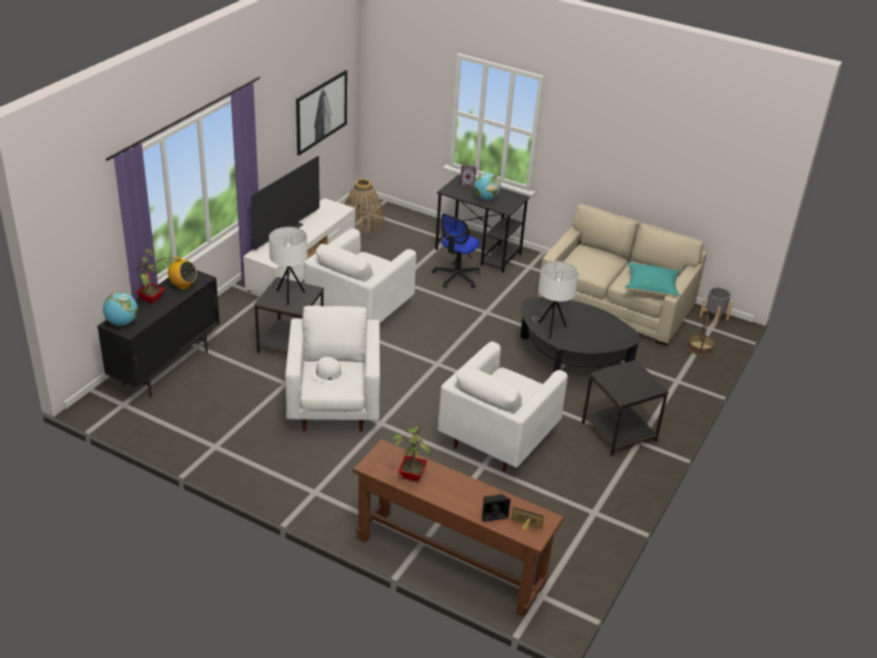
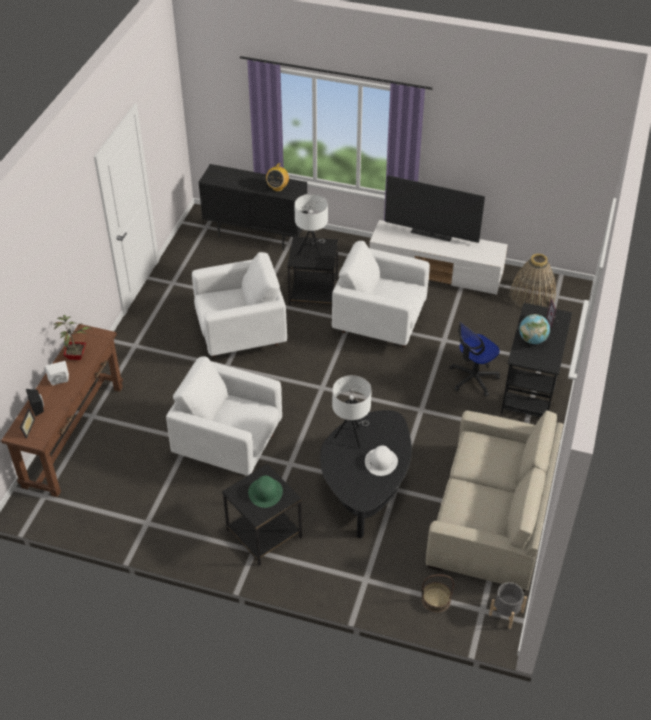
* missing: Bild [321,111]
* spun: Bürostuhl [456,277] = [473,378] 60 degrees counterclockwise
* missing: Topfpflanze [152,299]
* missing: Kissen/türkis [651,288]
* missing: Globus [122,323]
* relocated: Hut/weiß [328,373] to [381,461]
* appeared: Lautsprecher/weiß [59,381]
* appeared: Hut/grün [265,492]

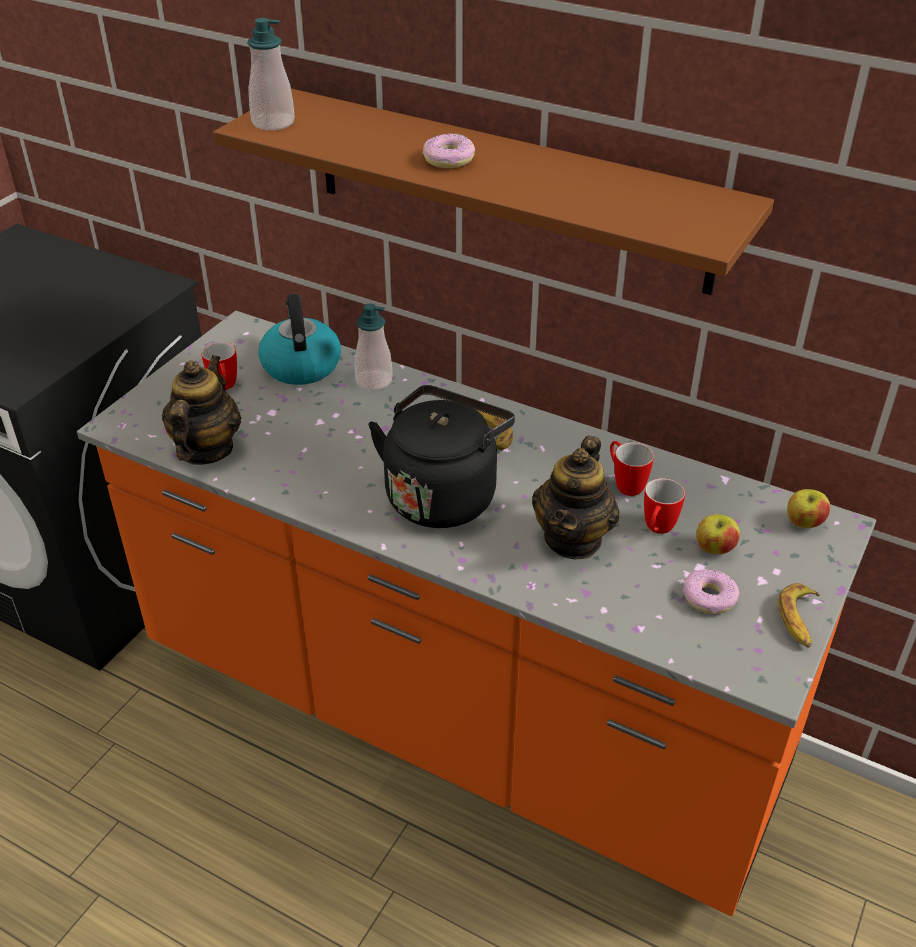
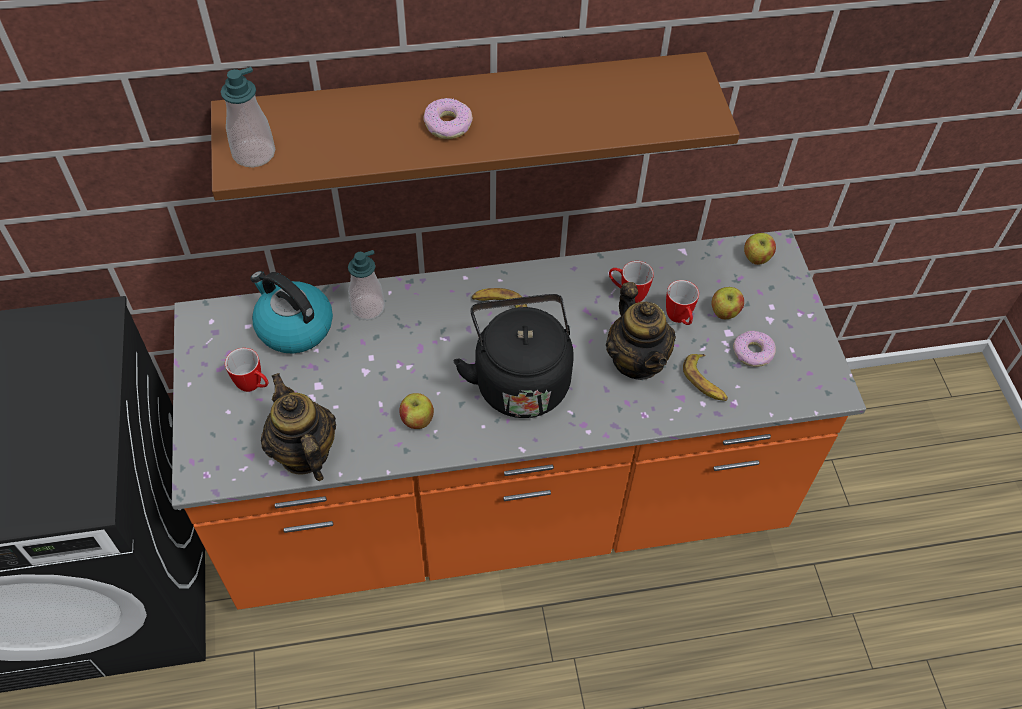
* relocated: Banane [799,620] to [705,382]
* appeared: Apfel [417,420]

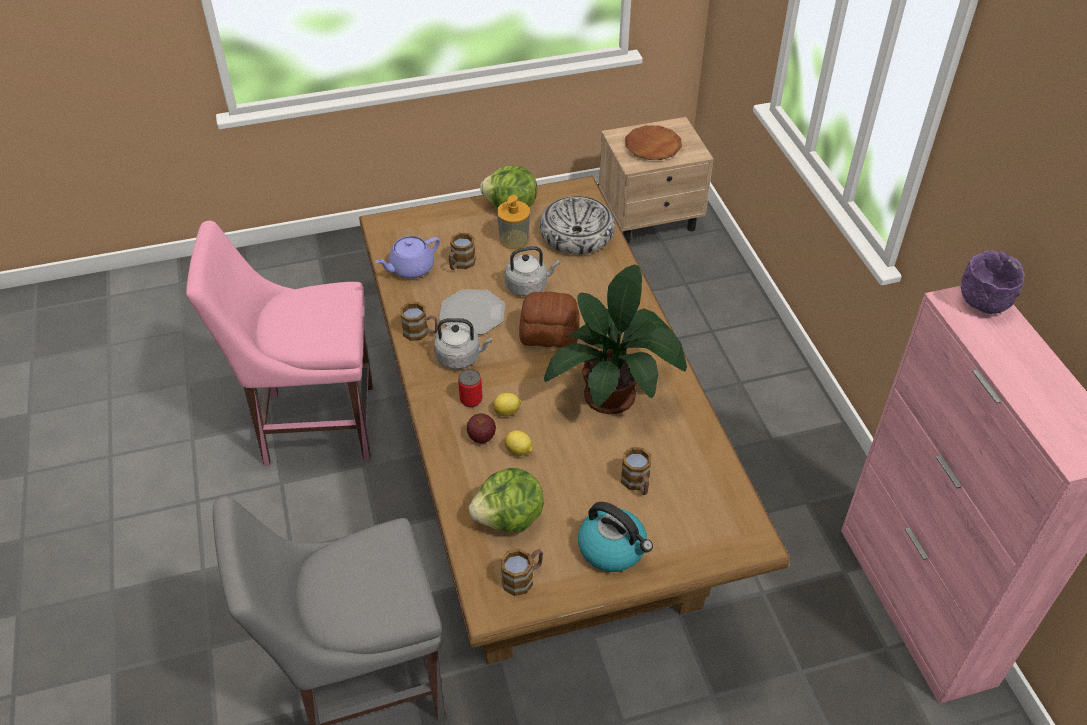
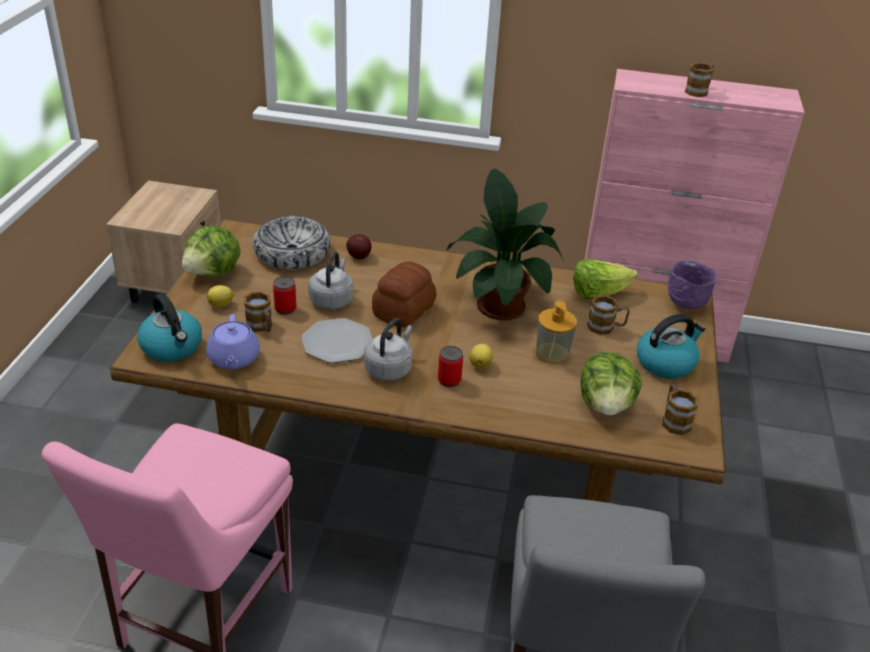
* missing: Teller/braun [652,146]
* relocated: Seifenspender [514,239] to [552,353]
* relocated: Schüssel/lila [982,303] to [685,304]
* relocated: Henkelbecher [421,333] to [699,91]
* relocated: Apfel [481,437] to [359,256]
* relocated: Zitrone [519,451] to [221,305]
* appeared: Salatkopf [598,293]
* appeared: Dose [285,309]
* appeared: Wasserkessel [172,347]

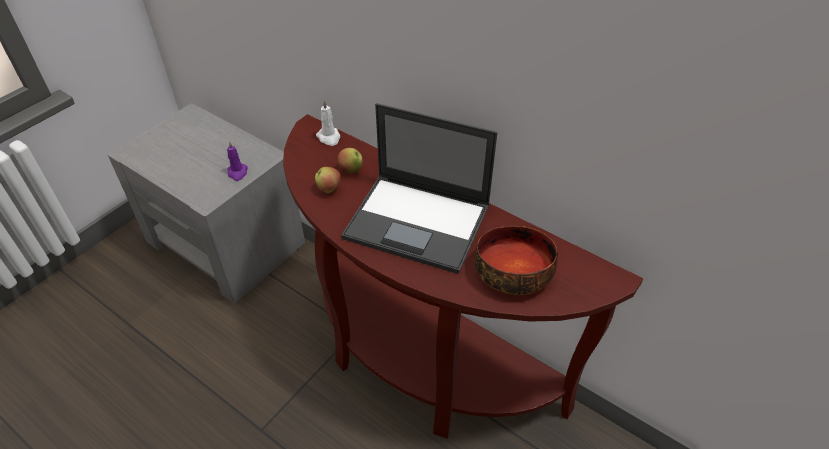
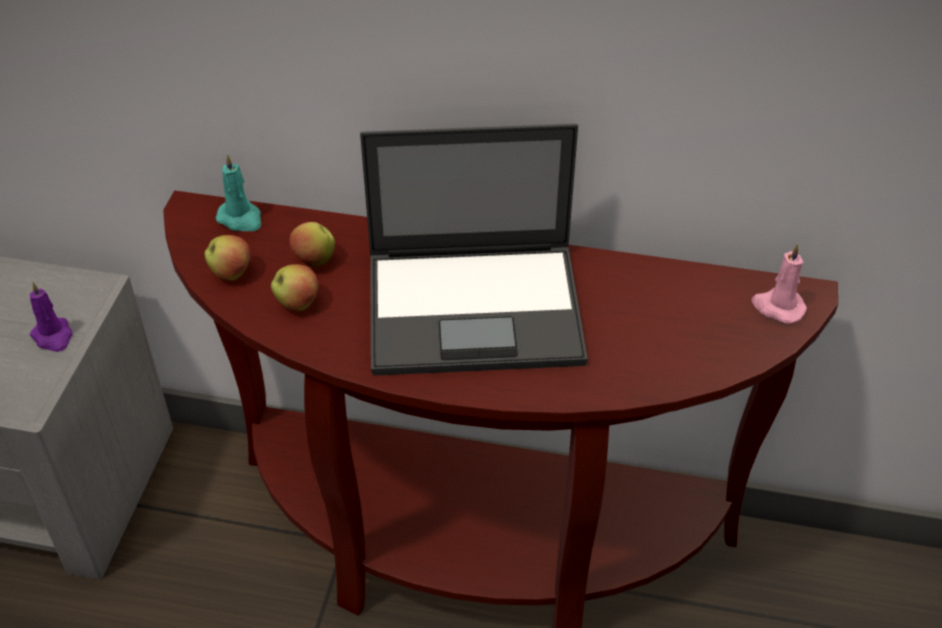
* colour: Kerze/weiß [329,137] to Kerze/türkis [241,219]
* missing: Schüssel [514,271]
* appeared: Apfel [231,273]
* appeared: Kerze/rosa [777,307]

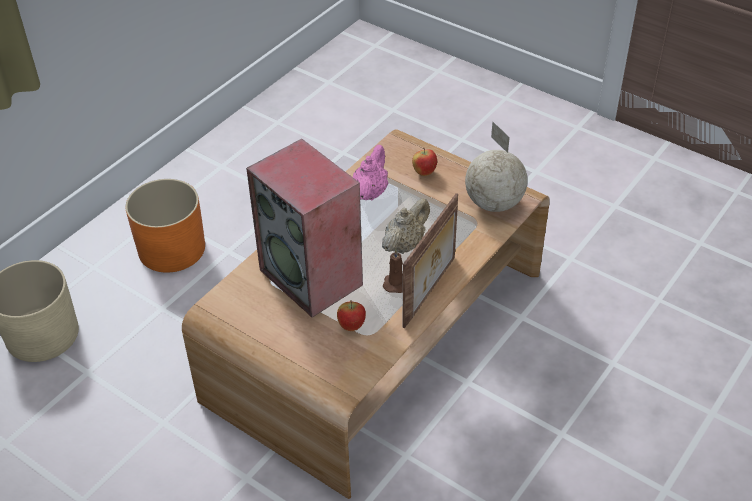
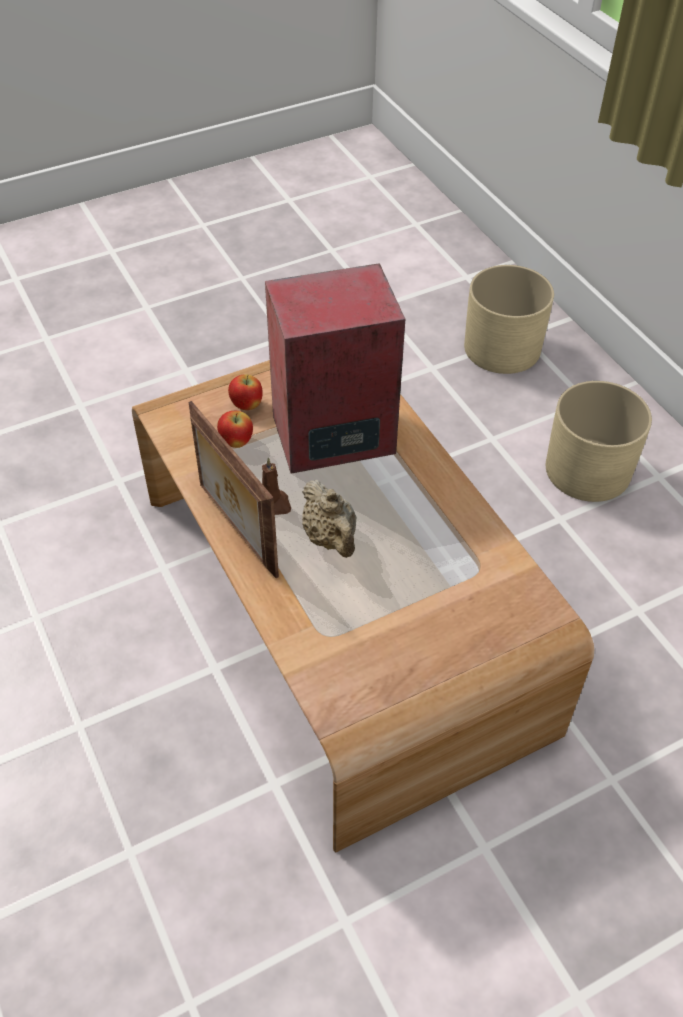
* missing: Globus [494,203]
* missing: Teekanne/rosa [370,192]
* relocated: Apfel [424,172] to [246,405]
* colour: Pflanzkübel/orange [172,248] to Pflanzkübel/beige [588,470]

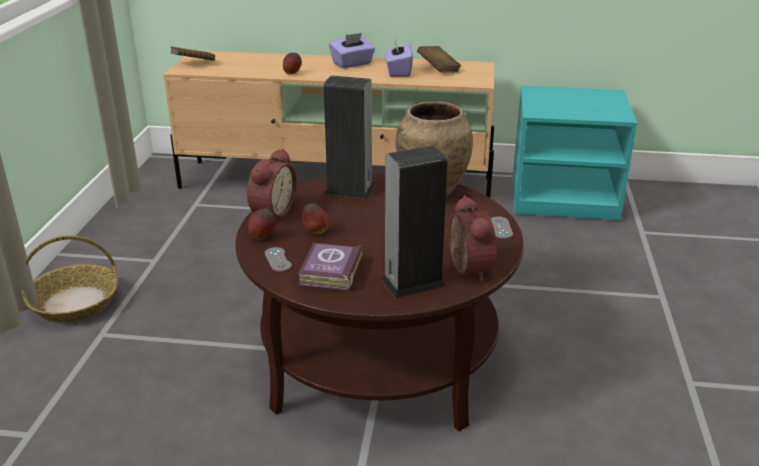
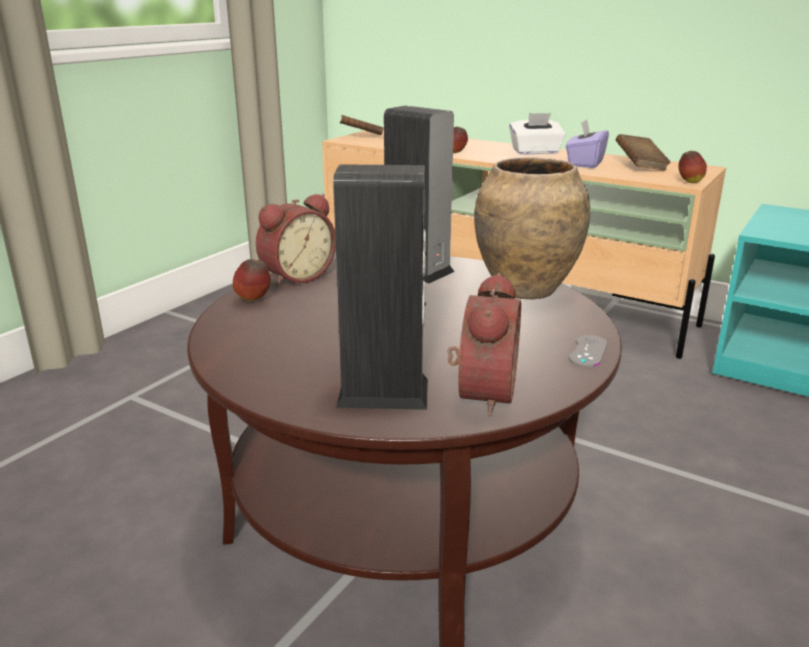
* colour: Taschentuchbox/lila [352,64] to Taschentuchbox/weiß [535,152]
* relocated: Apfel [315,232] to [689,182]
* missing: Korb [75,303]
* missing: Buch [329,273]
* missing: Gamepad/grau [278,259]

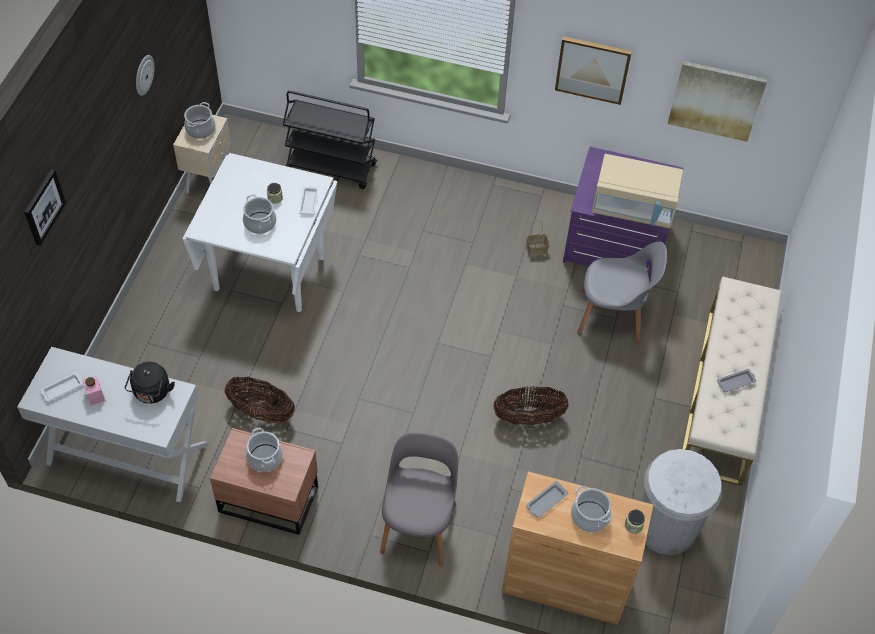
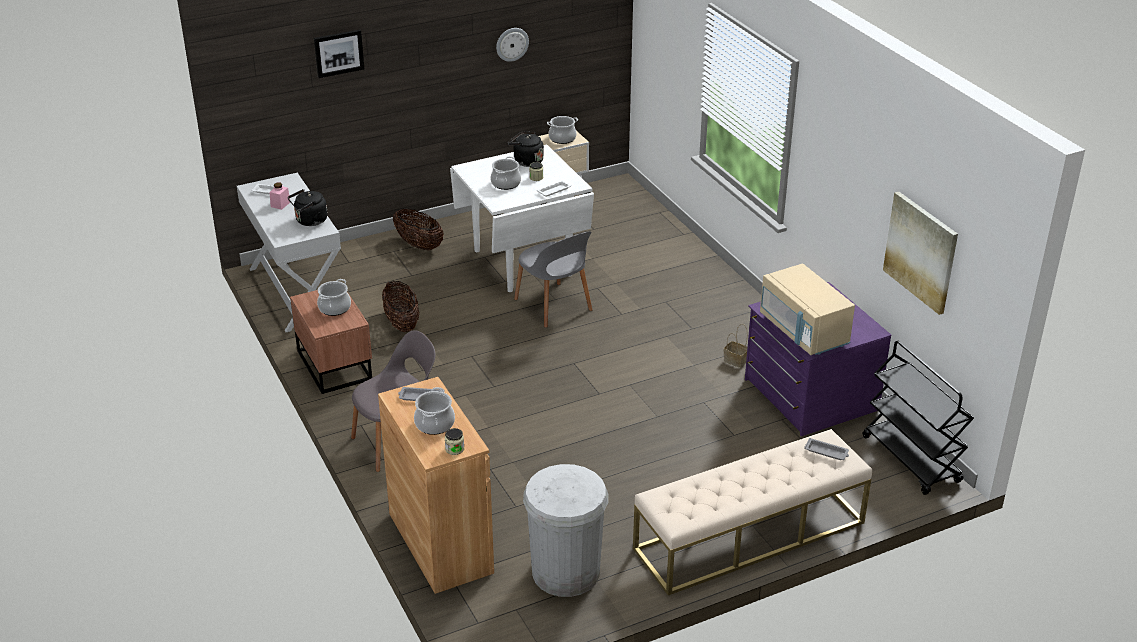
* missing: Bild [592,69]
* relocated: Rollwagen/schwarz [331,167] to [912,460]
* relocated: Stuhl/grau [613,316] to [554,306]
* relocated: Tablett/grau [736,382] to [827,452]
* relocated: Korb [528,417] to [419,245]
* appeared: Wasserkessel/schwarz [526,161]

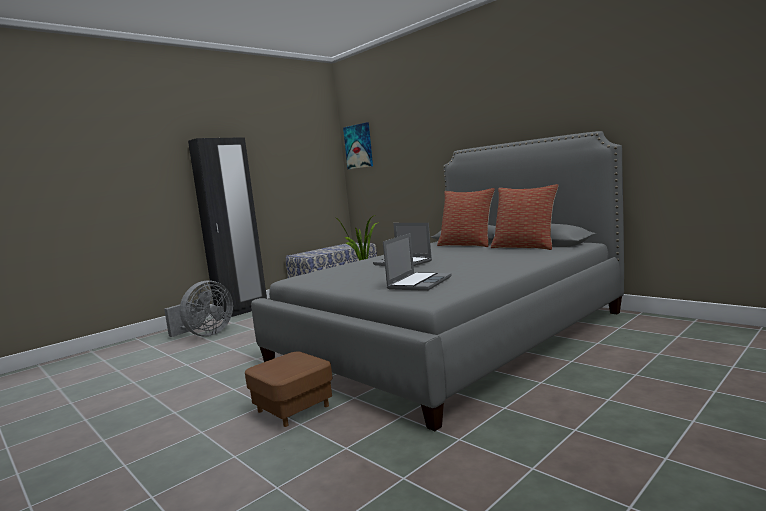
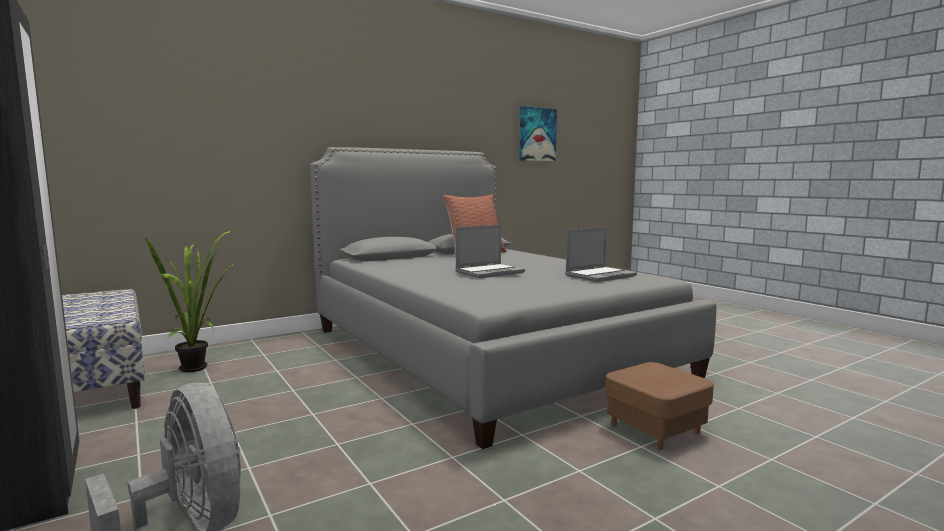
* relocated: Bild [358,146] to [537,134]
* missing: Kissen [467,245]
* spun: Laptop [419,283] = [600,276] 105 degrees clockwise

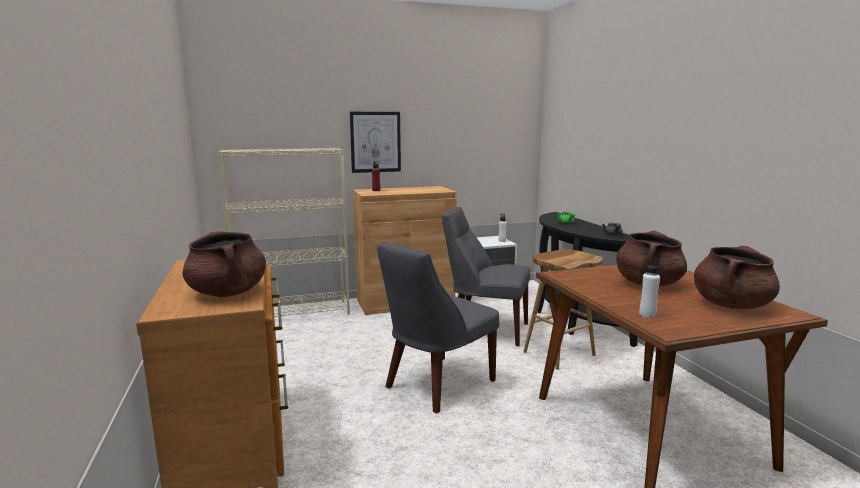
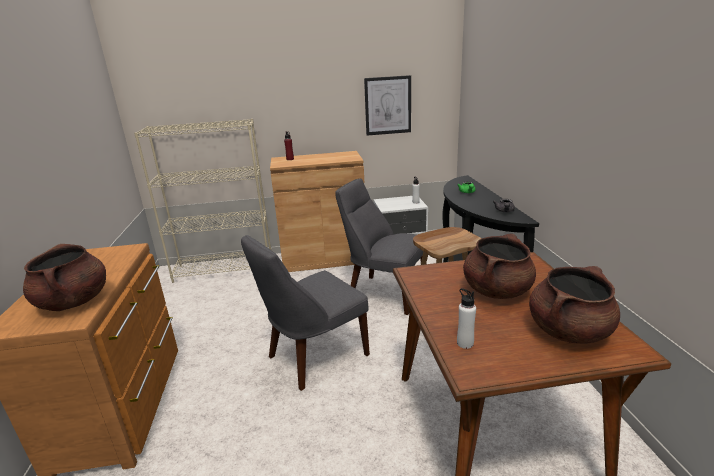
* relocated: Bild [375,142] to [388,105]

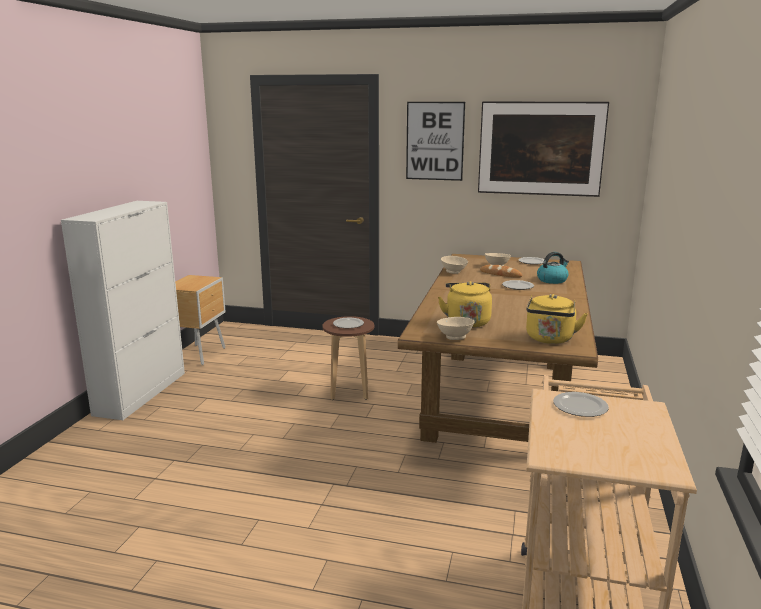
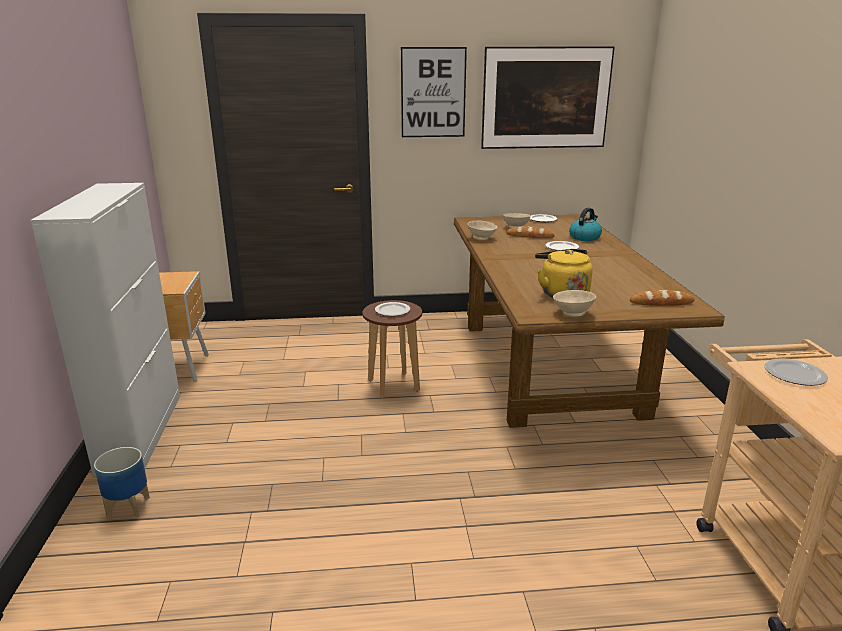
* exchanged: Wasserkessel/gelb [550,339] to Brot [661,303]
* appeared: Pflanzkübel [128,507]

